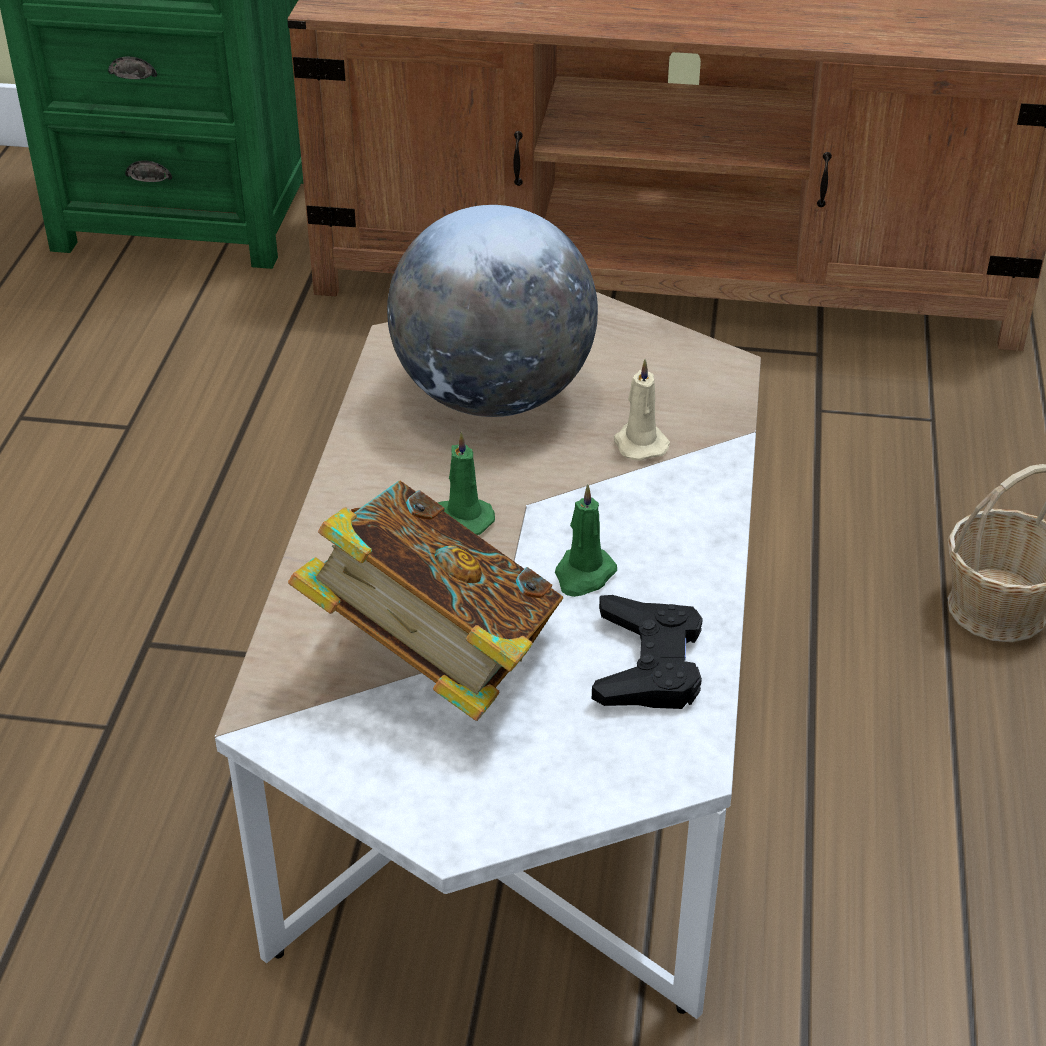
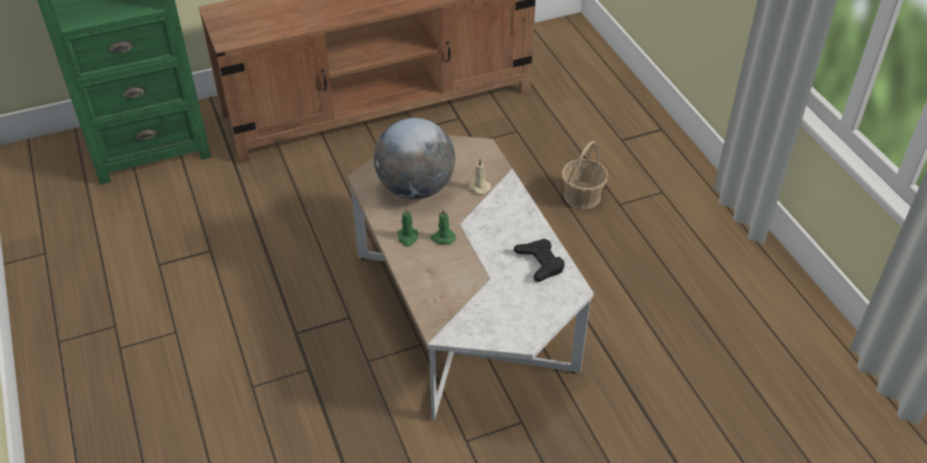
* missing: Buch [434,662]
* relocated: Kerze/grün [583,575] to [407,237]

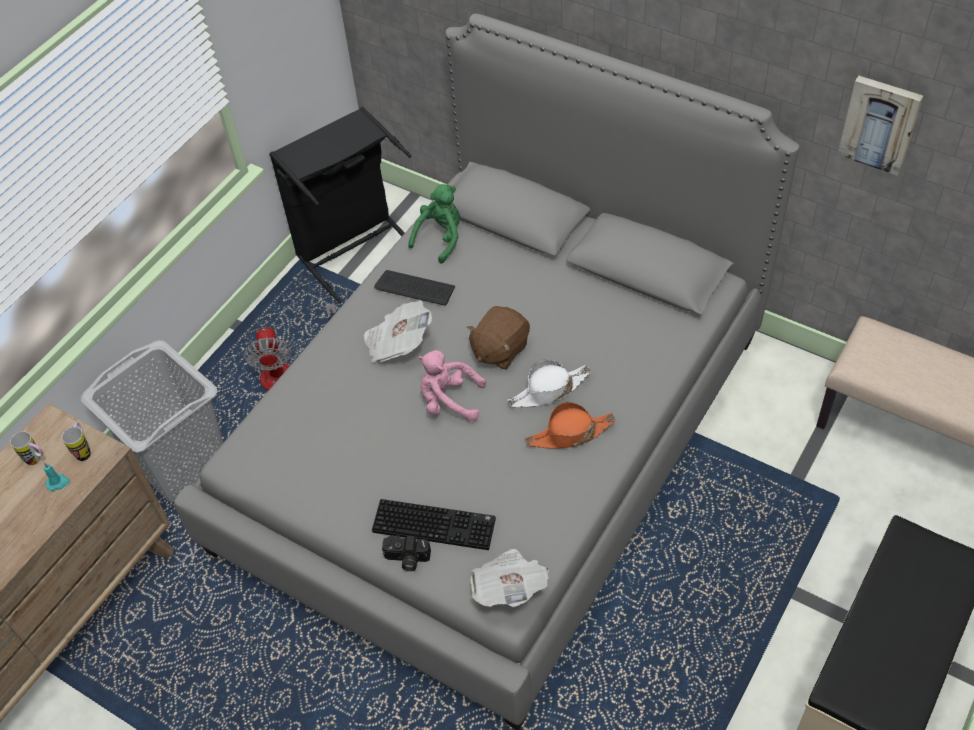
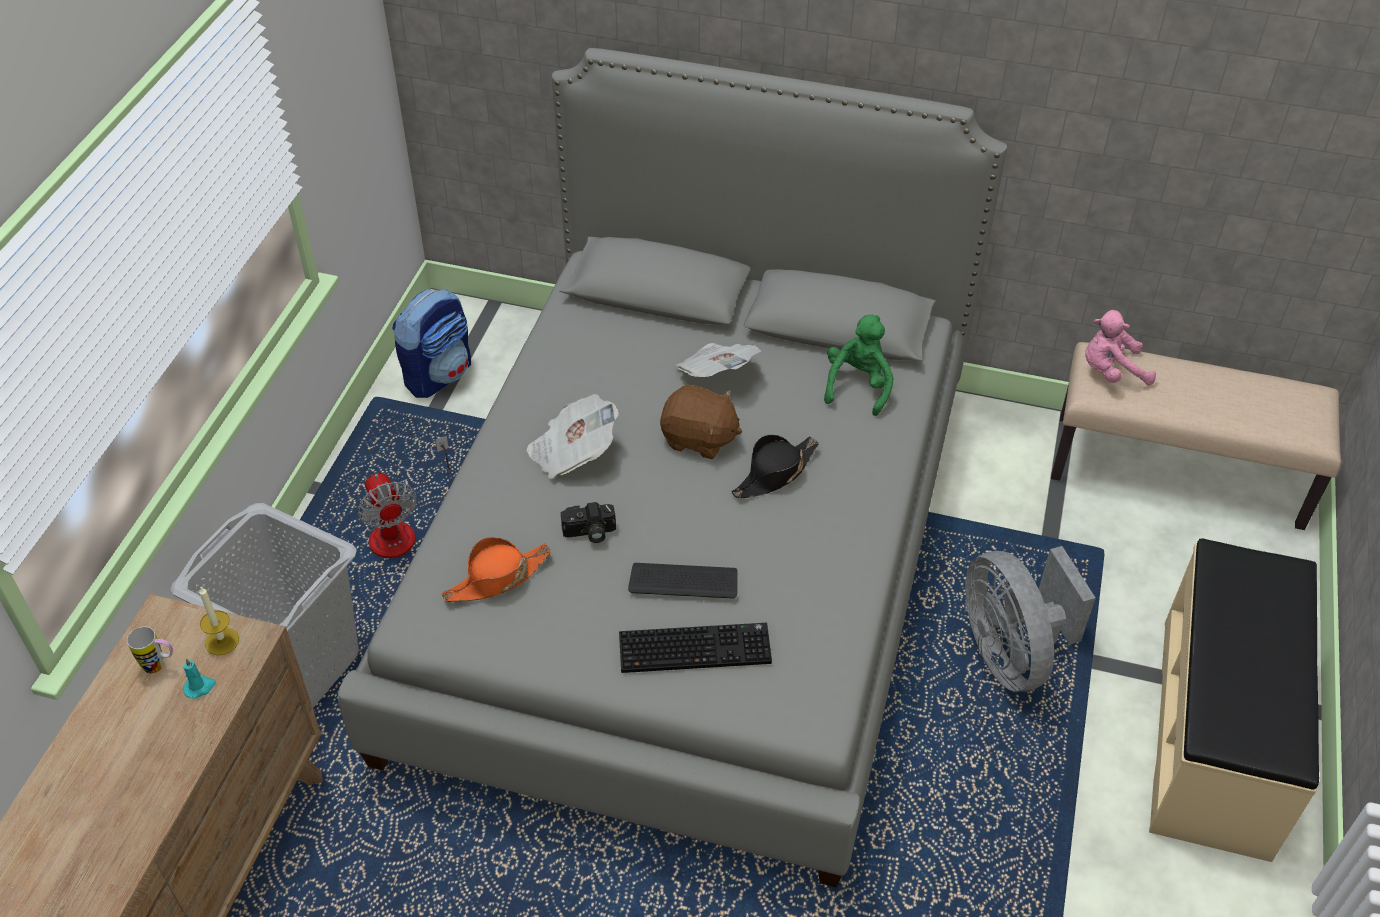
* missing: Bild [880,123]
* exchanged: Wäschekorb/schwarz [353,248] to Rucksack [438,375]
* relocated: Plüschtier/grün [440,238] to [858,386]
* relocated: Tastatur [415,288] to [683,582]
* spun: Plüschtier/braun [499,349] = [699,439] 90 degrees counterclockwise
* relocated: Plüschtier/rosa [449,401] to [1111,372]
* colour: Hut/weiß [549,390] to Hut/schwarz [775,473]
* relocated: Hut/orange [570,434] to [497,578]
* exchanged: Henkelbecher [84,450] to Kerze [222,641]
* relocated: Kamera [406,559] to [589,533]
* relocated: Zeitung [509,587] to [717,374]
* appeared: Ventilator/grau [1011,653]

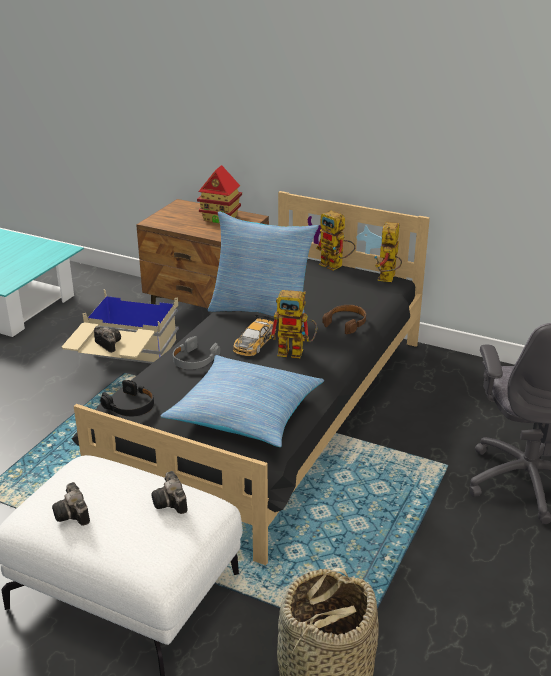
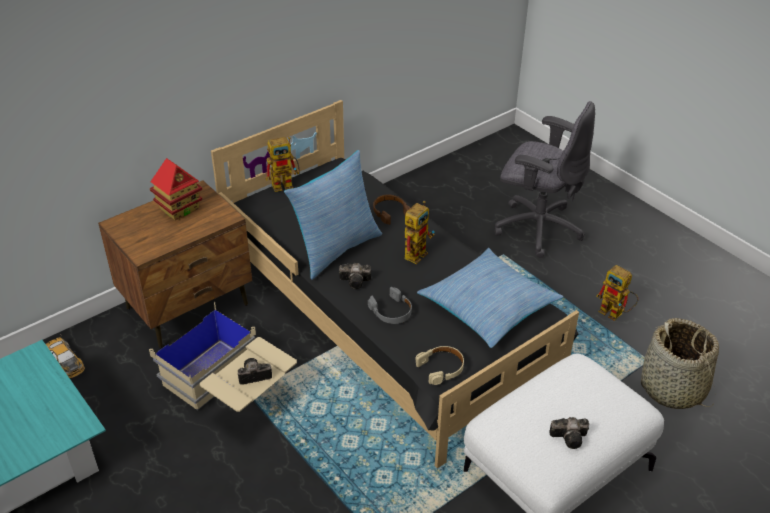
* relocated: Spielzeugroboter [388,280] to [615,313]
* relocated: Spielzeugauto [254,342] to [65,361]
* colour: Kopfhörer/schwarz [130,406] to Kopfhörer/beige [441,368]
* relocated: Kamera [171,503] to [356,281]

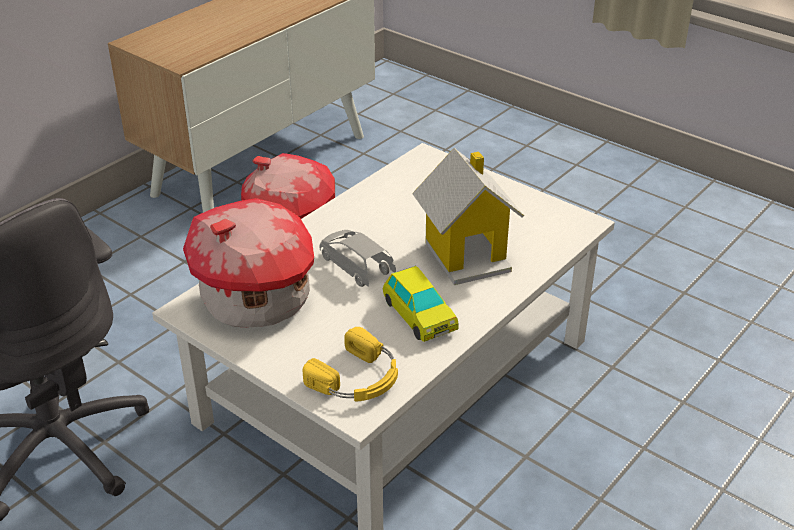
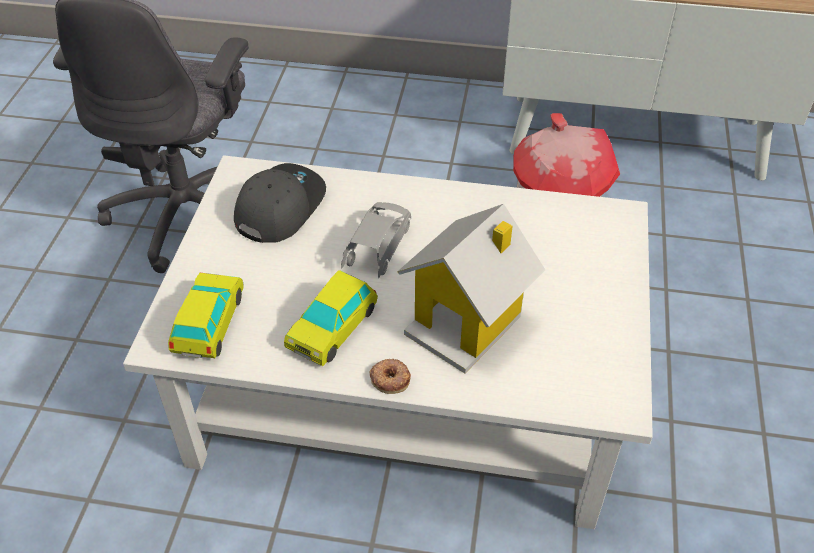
* exchanged: Spielzeughaus [257,301] to Kappe/grau [279,207]
* exchanged: Kopfhörer/gelb [358,378] to Spielzeugauto [209,323]
* appeared: Donut [390,378]

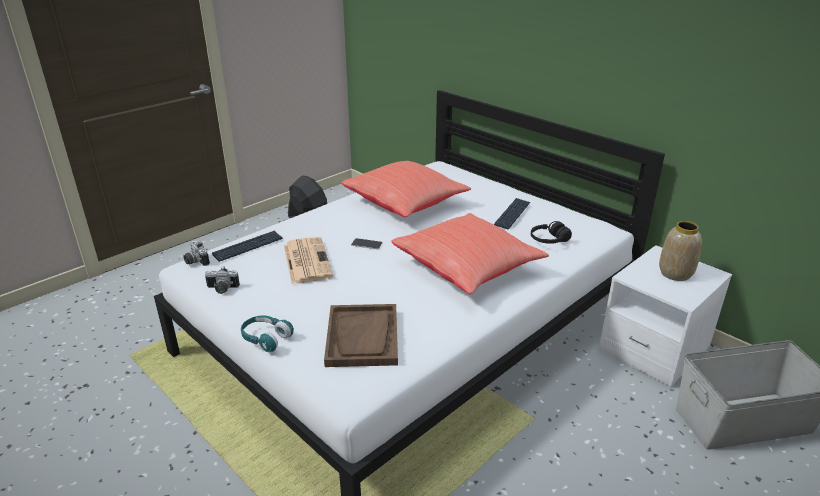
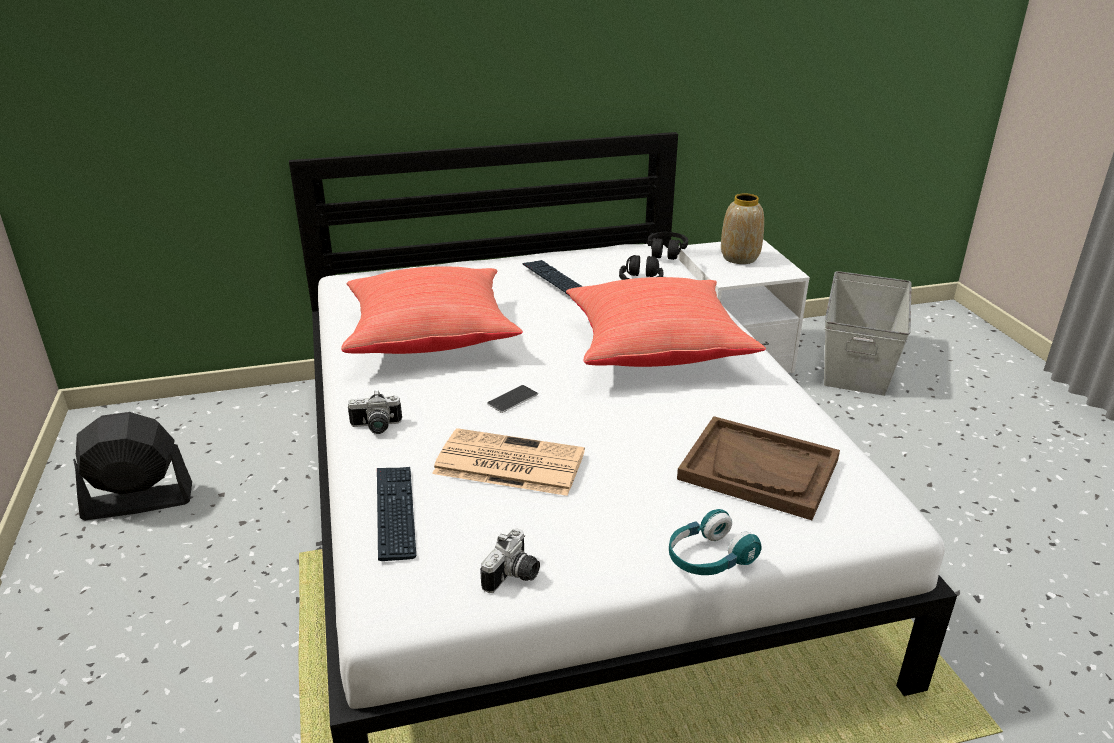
* relocated: Kamera [195,261] to [376,427]
* appeared: Kopfhörer/schwarz [666,252]

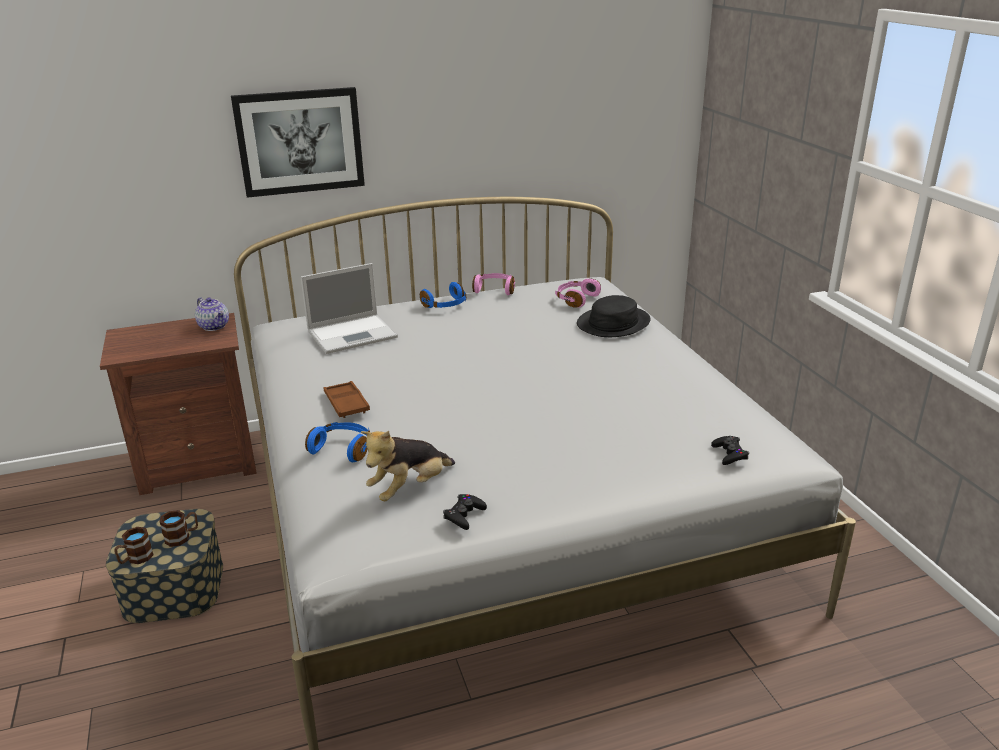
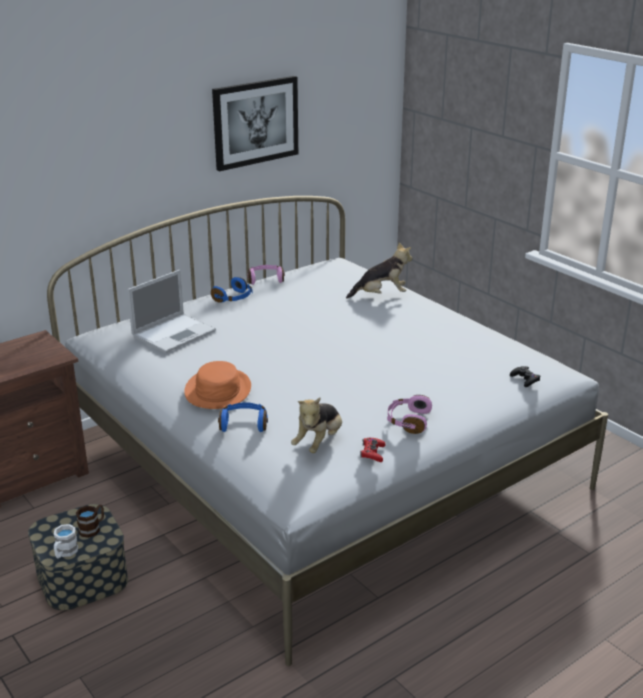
* relocated: Bild [300,141] to [255,122]
* relocated: Kopfhörer/rosa [576,299] to [408,421]
* exchanged: Hut/schwarz [613,323] to Plüschtier [381,295]
* missing: Teekanne [214,326]
* exchanged: Tablett/braun [346,404] to Hut/orange [217,390]
* colour: Gamepad/schwarz [464,515] to Gamepad/rot [372,453]
* colour: Henkelbecher/braun [135,559] to Henkelbecher/weiß [65,553]

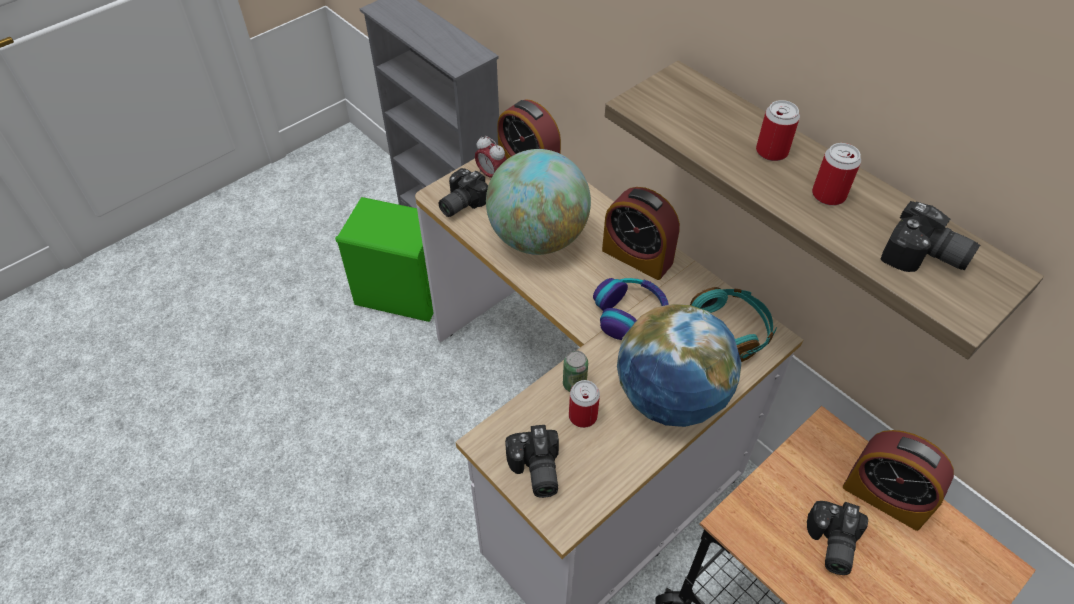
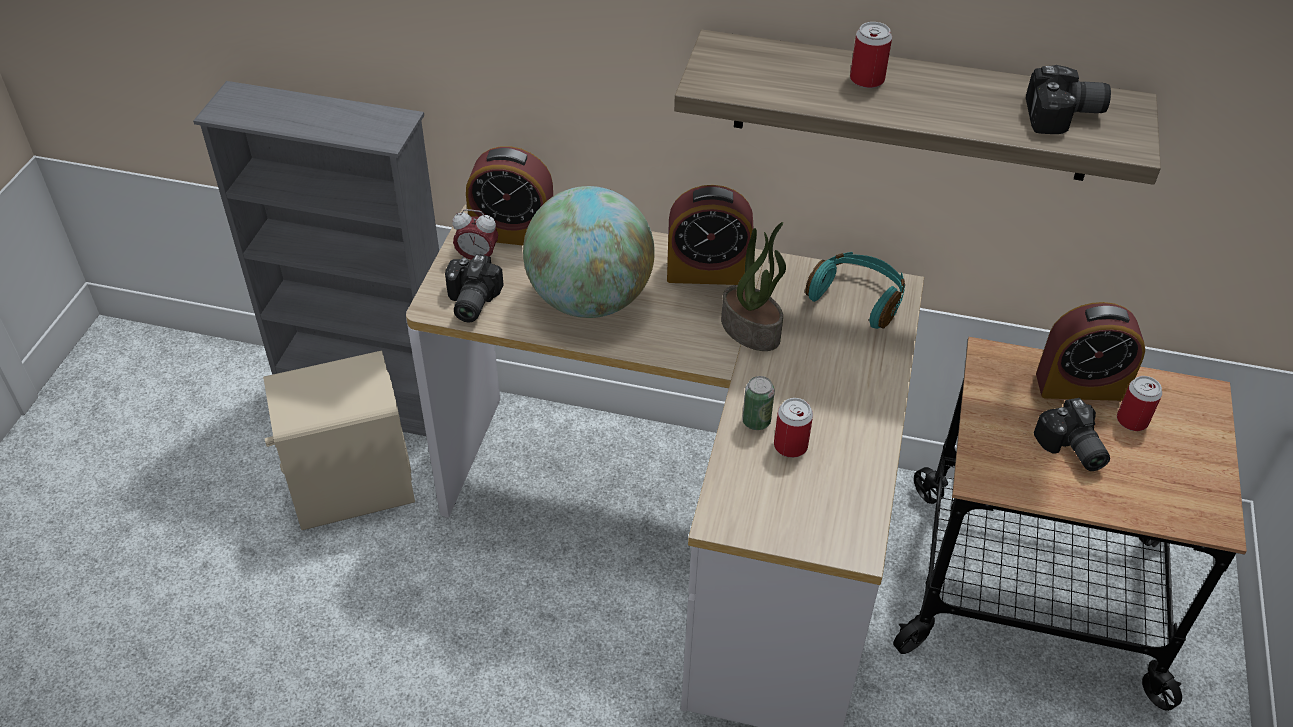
* relocated: Dose [828,195] to [1132,420]
* colour: Lautsprecher/grün [402,293] to Lautsprecher/beige [351,487]
* exchanged: Kopfhörer [631,315] to Topfpflanze [752,330]
* missing: Globus [670,398]
* missing: Kamera [534,471]

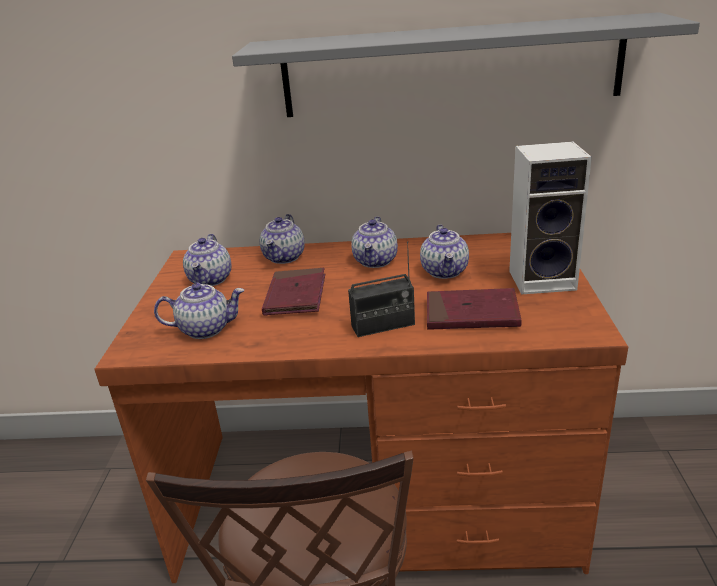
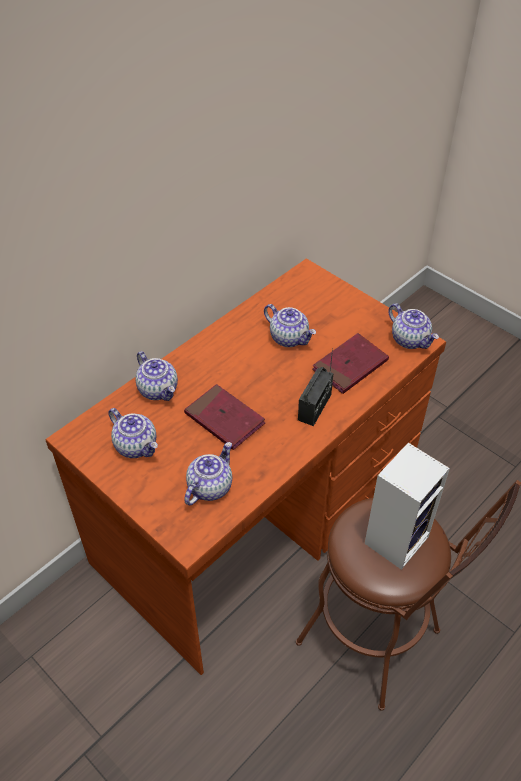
* missing: Wandregal/grau [450,67]
* relocated: Lautsprecher [544,279] to [397,538]
* relocated: Teekanne [376,261] to [410,340]

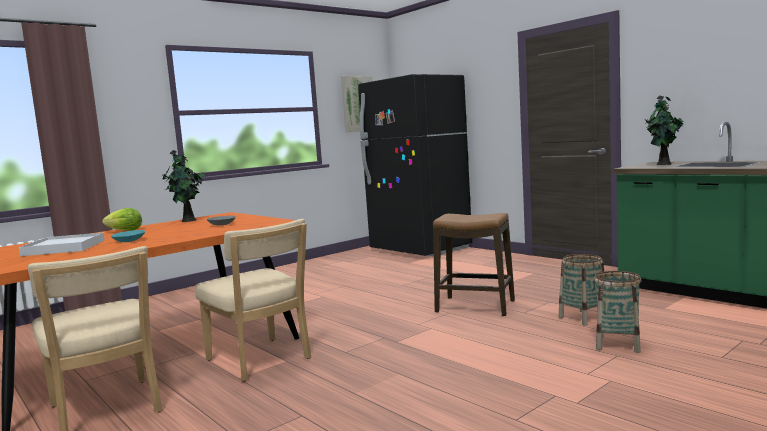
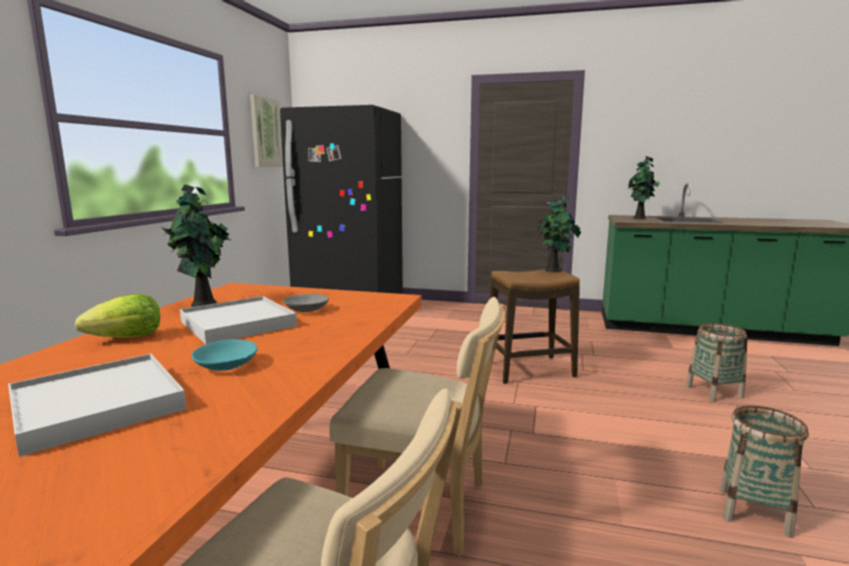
* relocated: Korb [583,318] to [754,511]
* appeared: Topfpflanze [554,270]
* appeared: Tablett/weiß [238,324]

